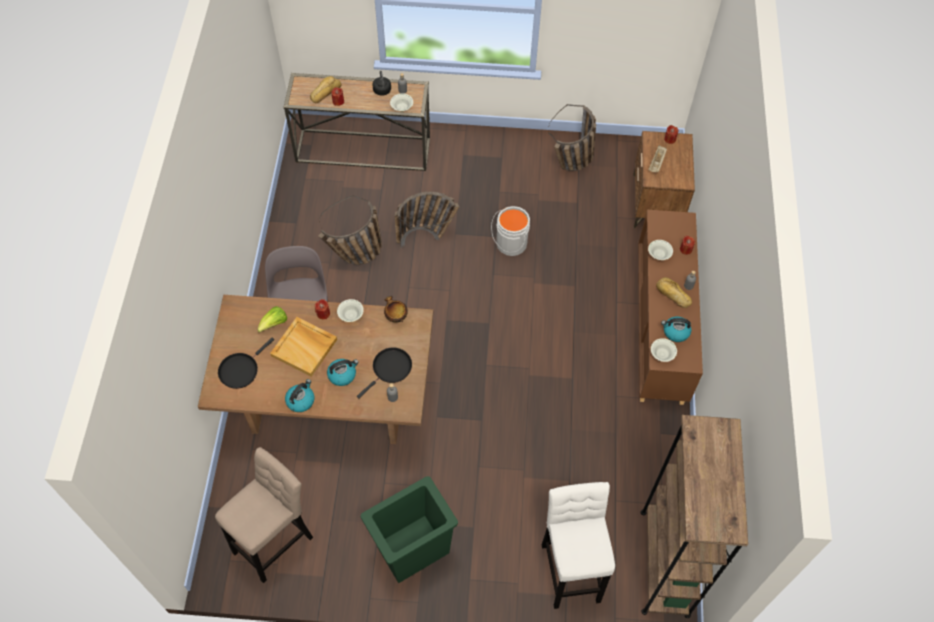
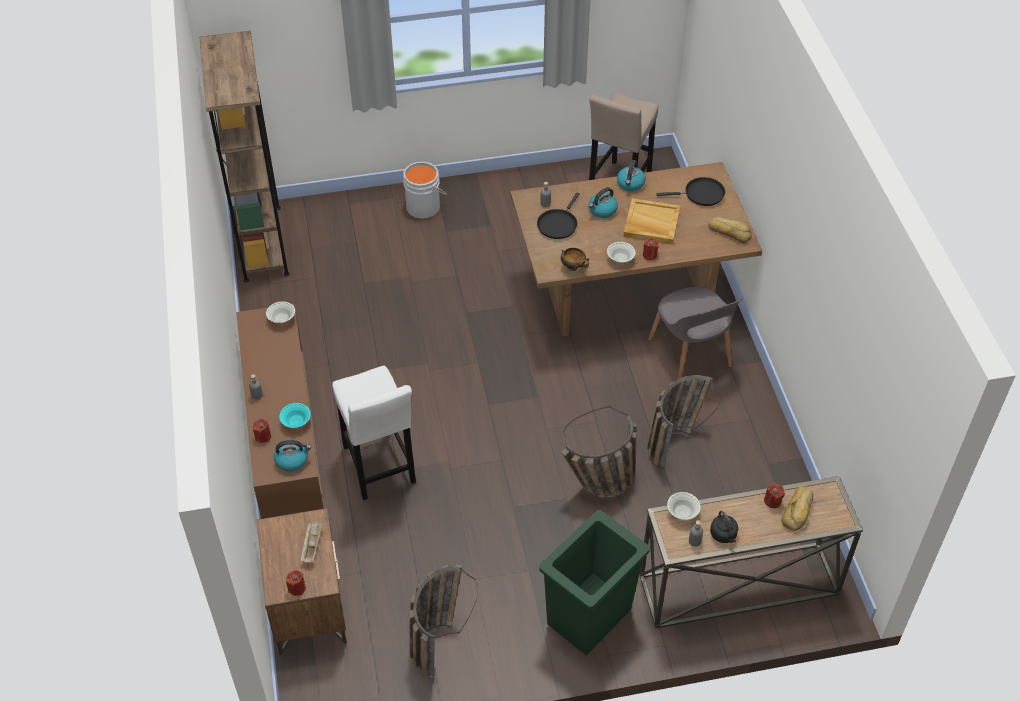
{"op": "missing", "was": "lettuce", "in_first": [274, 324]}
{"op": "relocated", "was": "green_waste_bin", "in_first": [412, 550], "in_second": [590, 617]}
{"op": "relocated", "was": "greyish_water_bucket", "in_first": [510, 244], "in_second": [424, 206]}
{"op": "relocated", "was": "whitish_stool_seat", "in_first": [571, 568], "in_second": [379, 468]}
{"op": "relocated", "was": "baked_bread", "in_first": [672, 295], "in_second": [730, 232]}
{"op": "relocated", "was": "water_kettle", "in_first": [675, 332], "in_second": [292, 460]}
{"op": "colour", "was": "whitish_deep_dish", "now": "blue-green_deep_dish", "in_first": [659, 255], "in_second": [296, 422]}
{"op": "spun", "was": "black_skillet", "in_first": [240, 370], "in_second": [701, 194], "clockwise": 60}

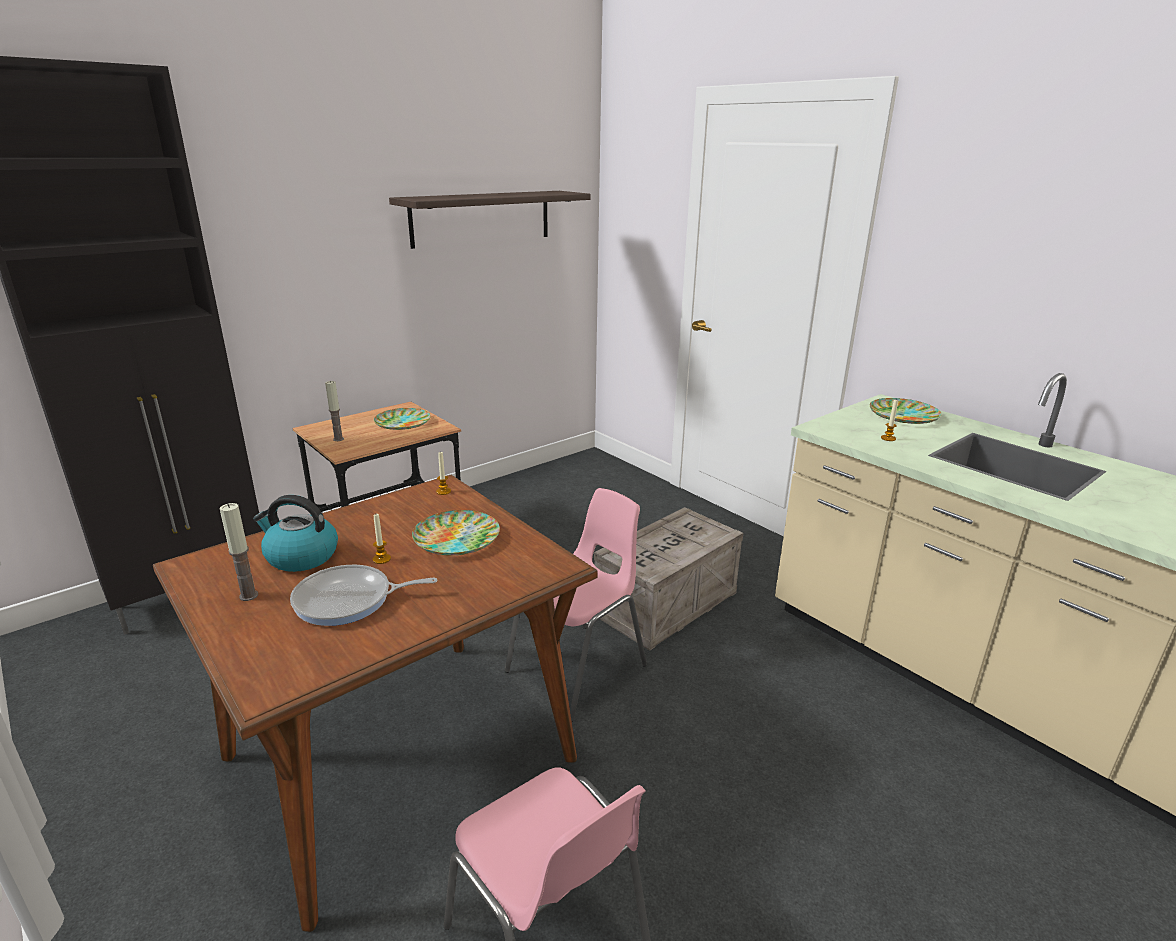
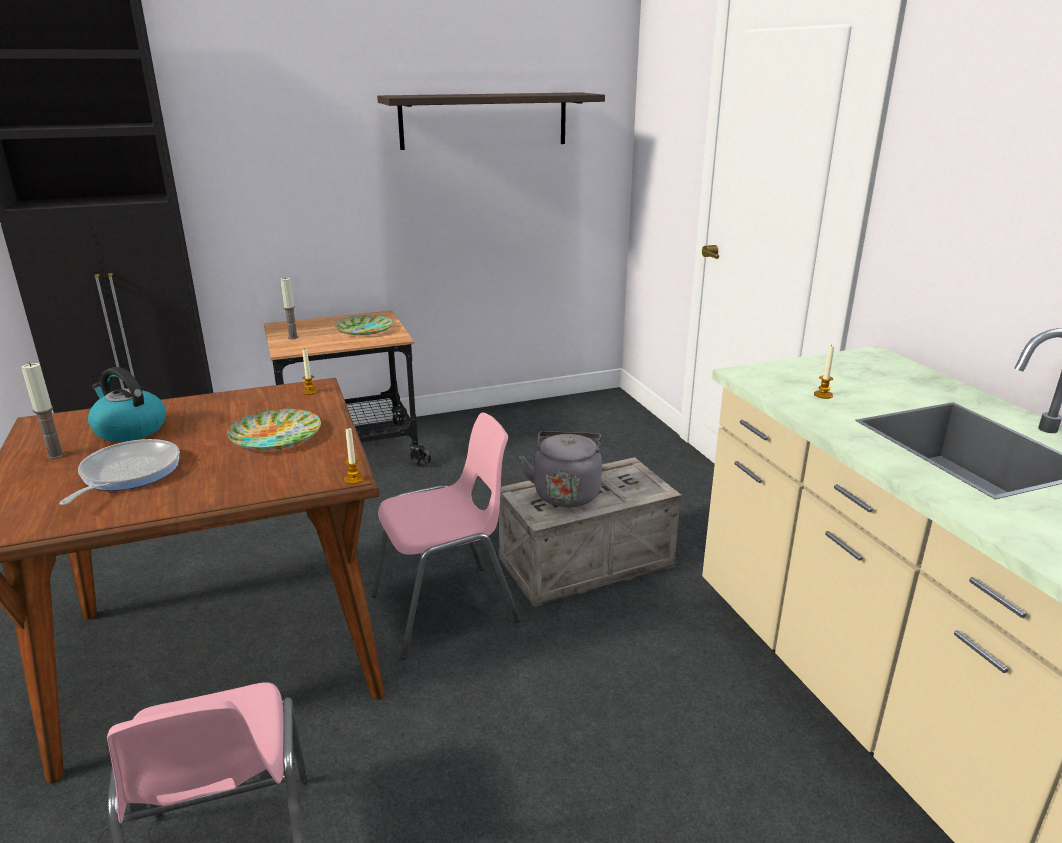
{"op": "missing", "was": "plate", "in_first": [903, 415]}
{"op": "appeared", "now": "greyish_water_kettle", "in_second": [566, 492]}
{"op": "relocated", "was": "wax_candle", "in_first": [381, 559], "in_second": [354, 479]}
{"op": "spun", "was": "skillet", "in_first": [349, 600], "in_second": [127, 474], "clockwise": 90}

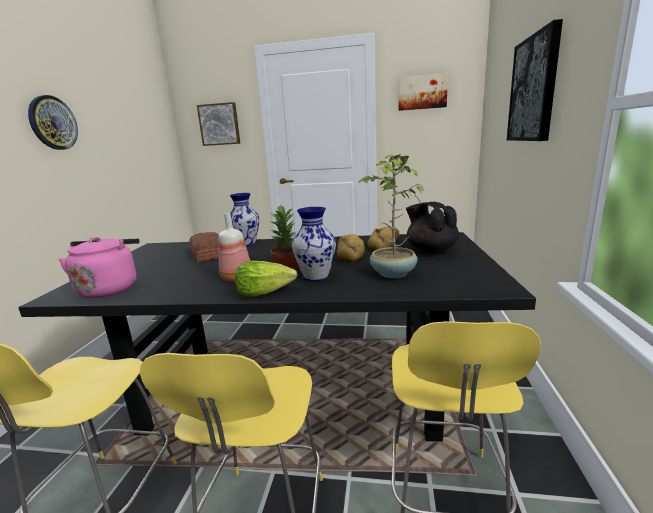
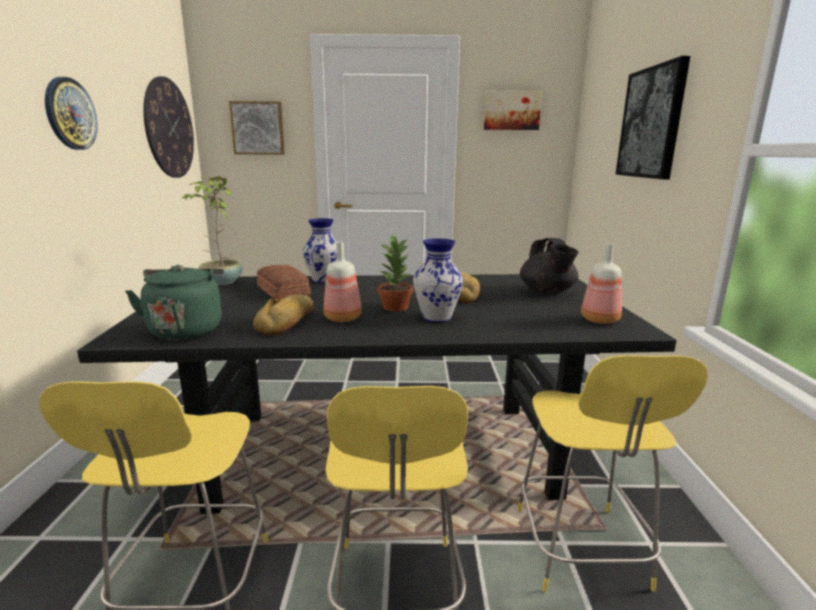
{"op": "missing", "was": "lettuce", "in_first": [265, 292]}
{"op": "appeared", "now": "wall_clock", "in_second": [169, 128]}
{"op": "appeared", "now": "bottle", "in_second": [600, 320]}
{"op": "relocated", "was": "houseplant", "in_first": [392, 274], "in_second": [221, 282]}
{"op": "relocated", "was": "baked_bread", "in_first": [386, 244], "in_second": [288, 321]}
{"op": "colour", "was": "pinkish_water_kettle", "now": "green_water_kettle", "in_first": [109, 288], "in_second": [186, 329]}
{"op": "spun", "was": "black_pot_for_tea", "in_first": [431, 250], "in_second": [547, 292], "clockwise": -150}

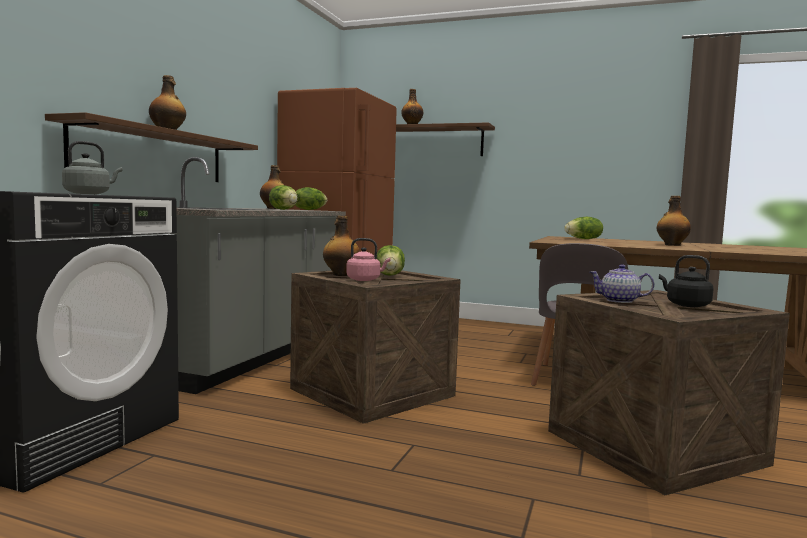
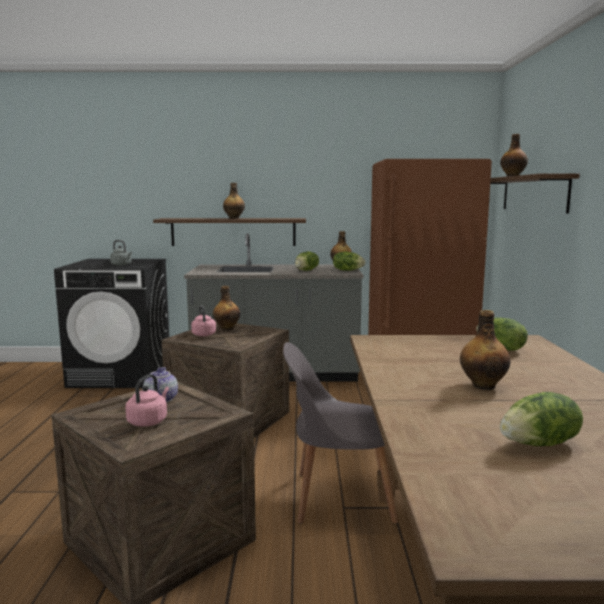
{"op": "relocated", "was": "lettuce", "in_first": [390, 275], "in_second": [540, 444]}
{"op": "colour", "was": "black_water_kettle", "now": "pinkish_water_kettle", "in_first": [685, 305], "in_second": [149, 421]}

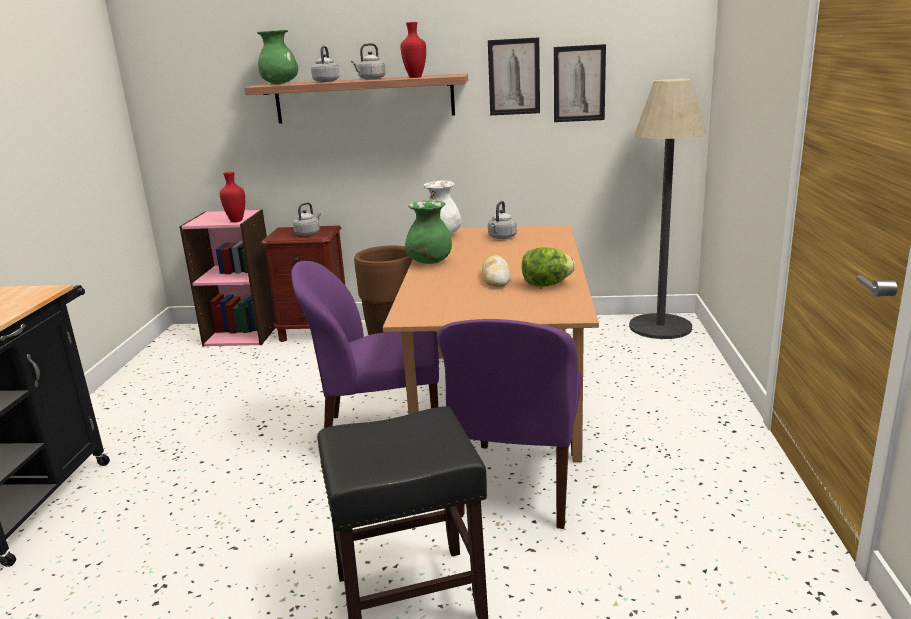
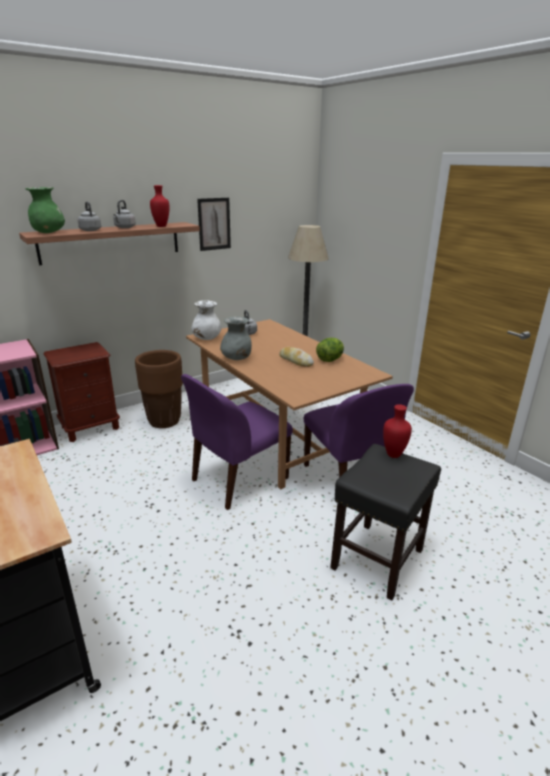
{"op": "missing", "was": "greyish_water_kettle", "in_first": [308, 233]}
{"op": "missing", "was": "wall_art", "in_first": [579, 83]}
{"op": "relocated", "was": "red-coloured_flower_vase", "in_first": [237, 221], "in_second": [393, 454]}
{"op": "colour", "was": "green_flower_vase", "now": "greyish_flower_vase", "in_first": [429, 262], "in_second": [236, 358]}

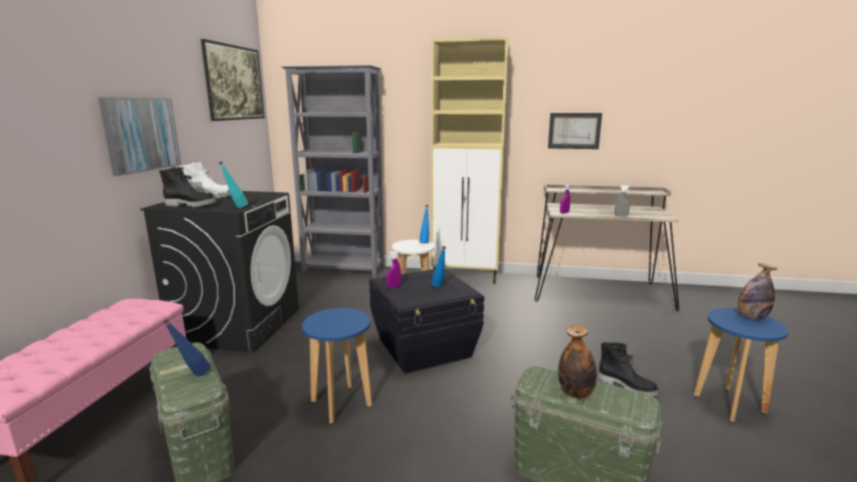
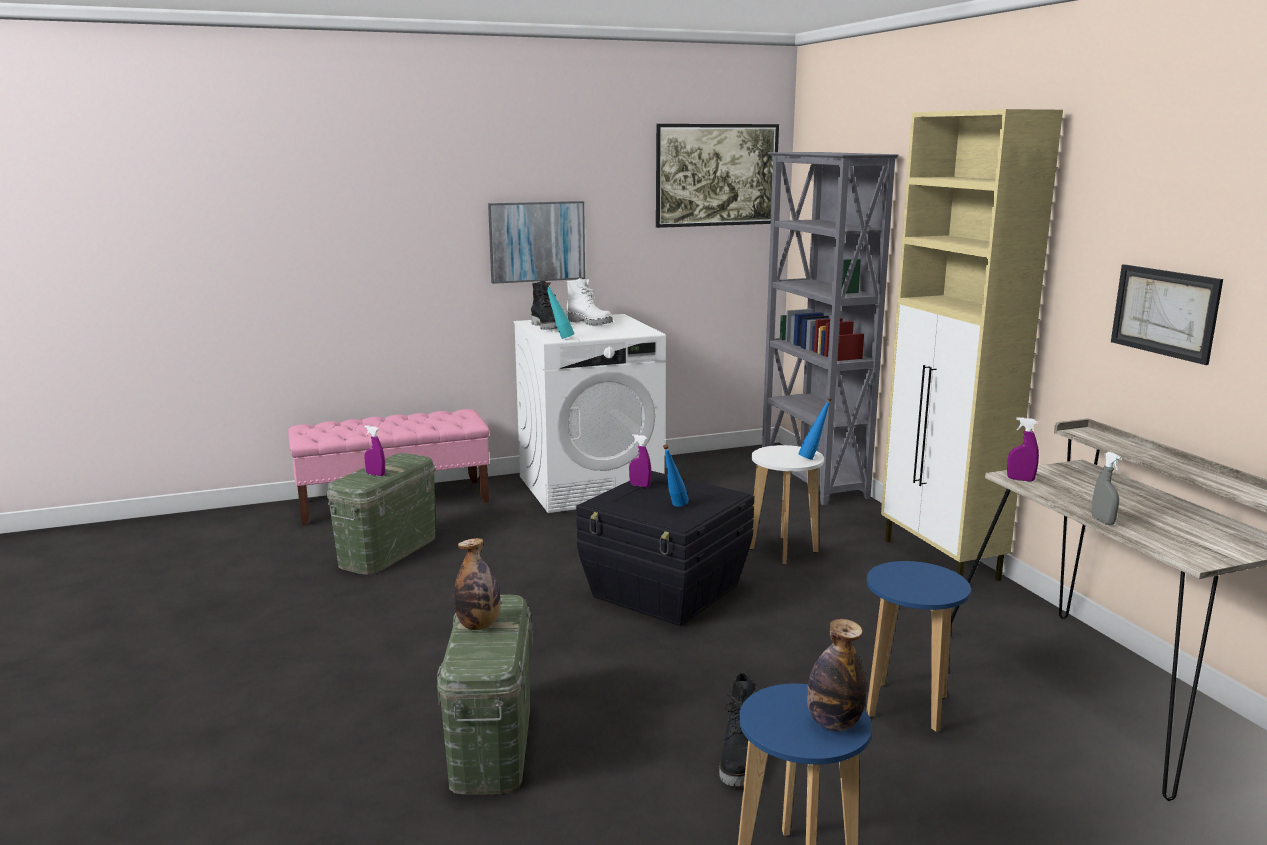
{"op": "relocated", "was": "blue-coloured_stool_seat", "in_first": [341, 404], "in_second": [906, 706]}
{"op": "exchanged", "was": "blue-coloured_bottle", "now": "purple-coloured_sprayer", "in_first": [192, 376], "in_second": [375, 474]}
{"op": "colour", "was": "black_laundry_machine", "now": "whitish_laundry_machine", "in_first": [238, 325], "in_second": [590, 486]}

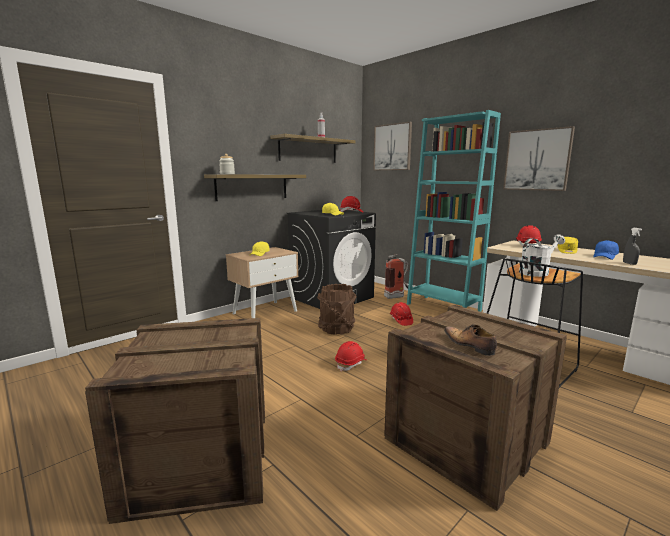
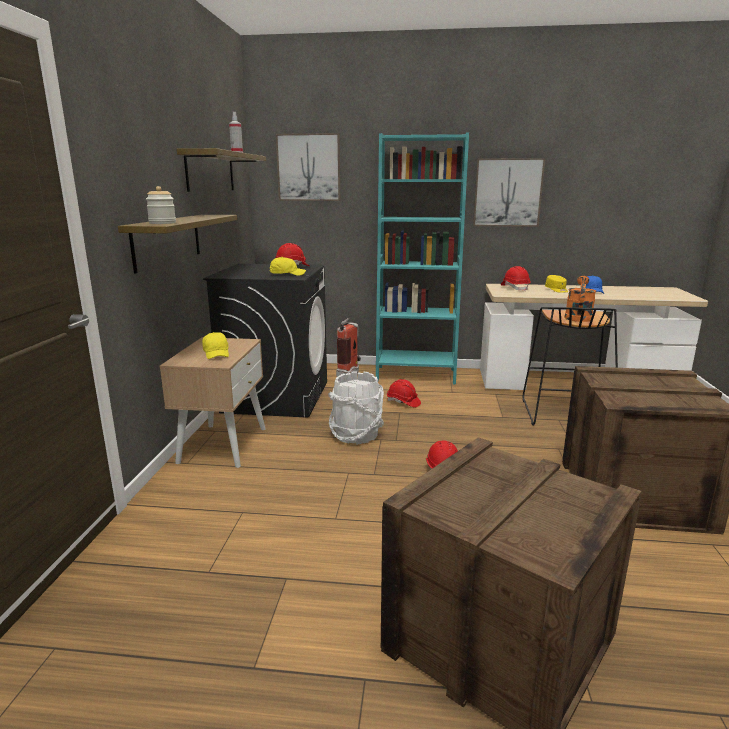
{"op": "missing", "was": "low_shoe", "in_first": [469, 345]}
{"op": "missing", "was": "greyish_sprayer", "in_first": [629, 263]}
{"op": "colour", "was": "brown-coloured_water_bucket", "now": "whitish_water_bucket", "in_first": [336, 329], "in_second": [356, 435]}
{"op": "colour", "was": "whitish_sprinkling_can", "now": "orangey_sprinkling_can", "in_first": [537, 272], "in_second": [578, 317]}

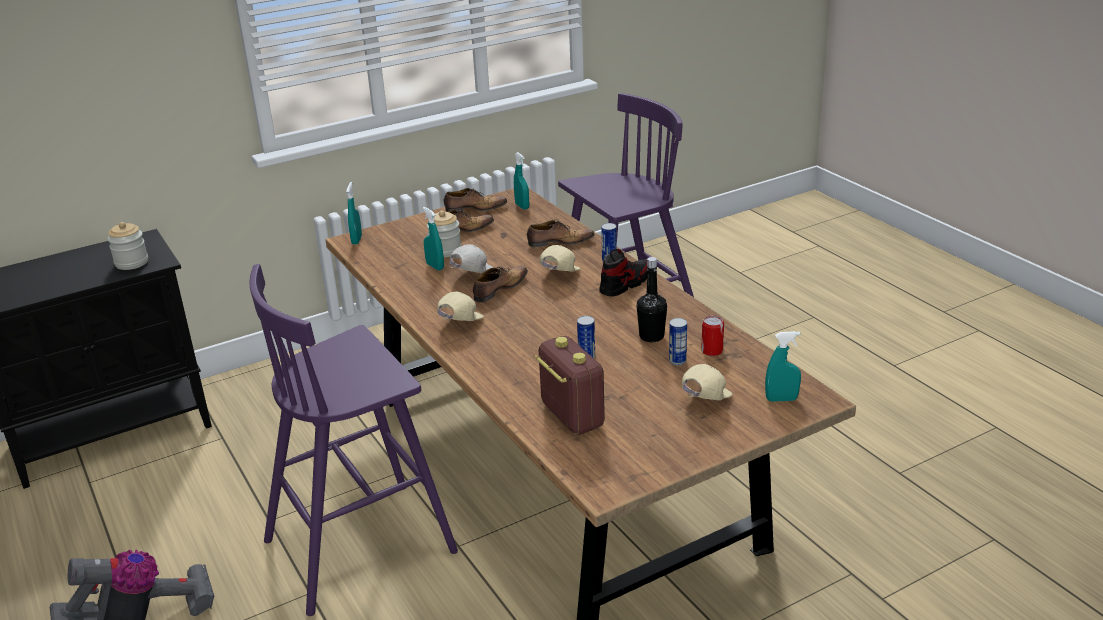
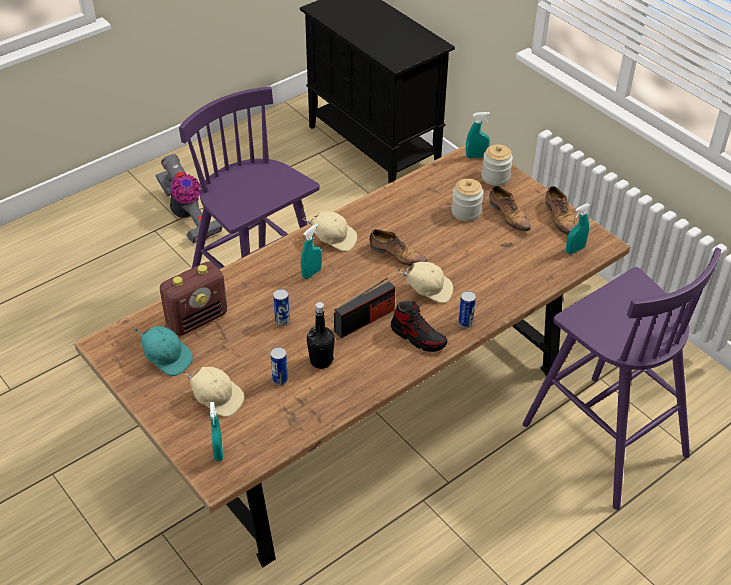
{"op": "missing", "was": "whitish_peaked_cap", "in_first": [471, 275]}
{"op": "missing", "was": "low_shoe", "in_first": [559, 242]}
{"op": "missing", "was": "can", "in_first": [712, 351]}
{"op": "appeared", "now": "blue-green_peaked_cap", "in_second": [166, 358]}
{"op": "appeared", "now": "radio_set", "in_second": [364, 320]}
{"op": "relocated", "was": "preserve_jar", "in_first": [131, 263], "in_second": [495, 177]}
{"op": "relocated", "was": "blue-green_sprayer", "in_first": [435, 266], "in_second": [311, 273]}

